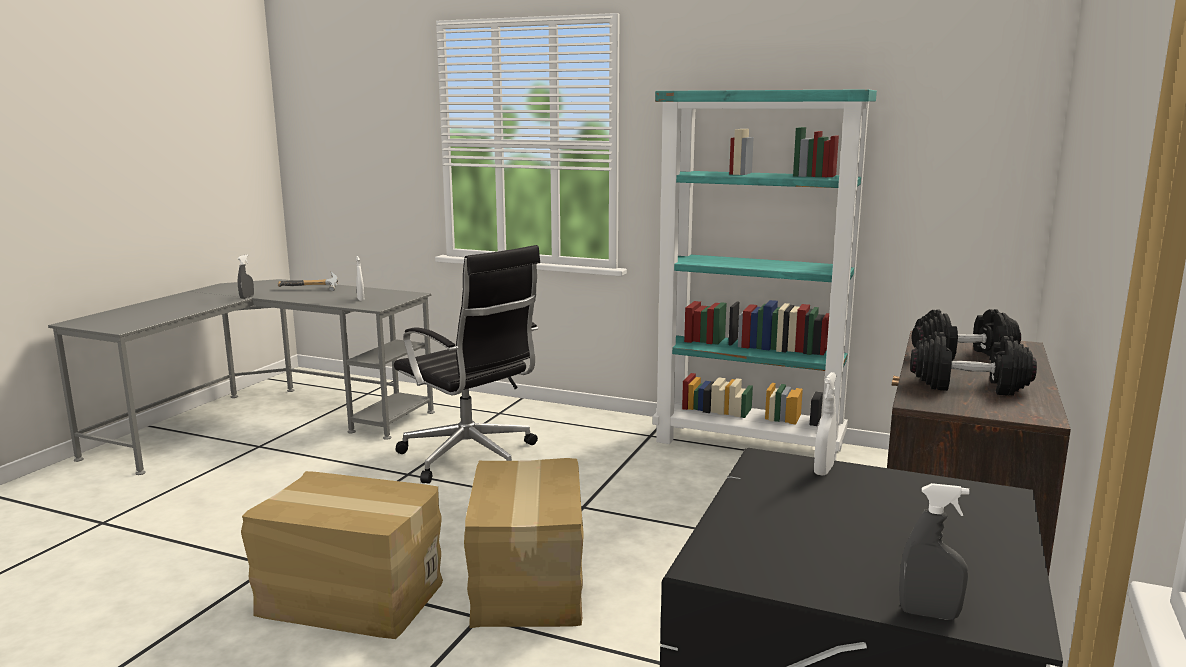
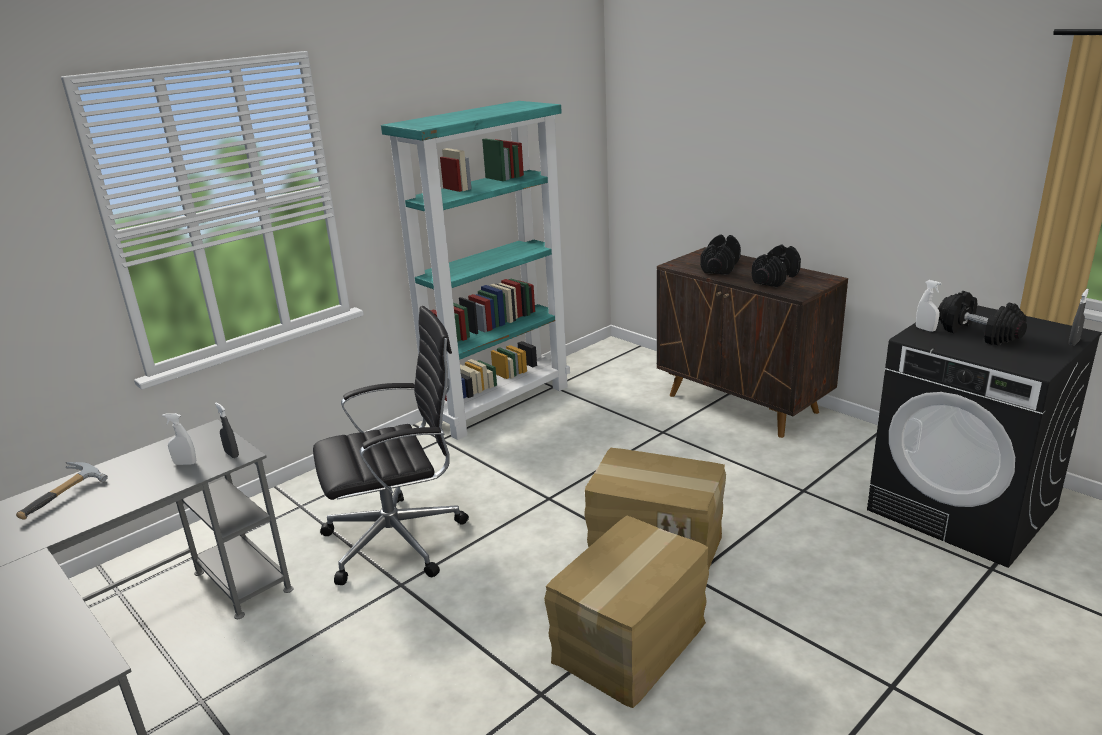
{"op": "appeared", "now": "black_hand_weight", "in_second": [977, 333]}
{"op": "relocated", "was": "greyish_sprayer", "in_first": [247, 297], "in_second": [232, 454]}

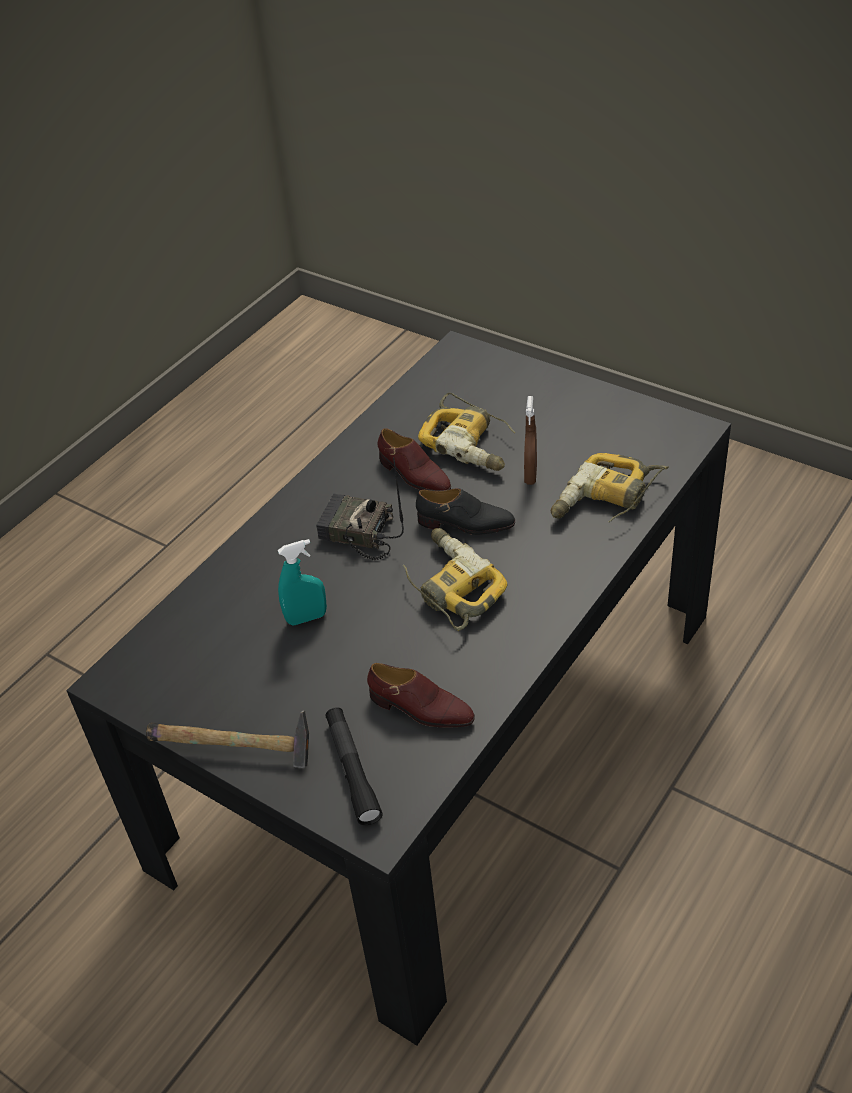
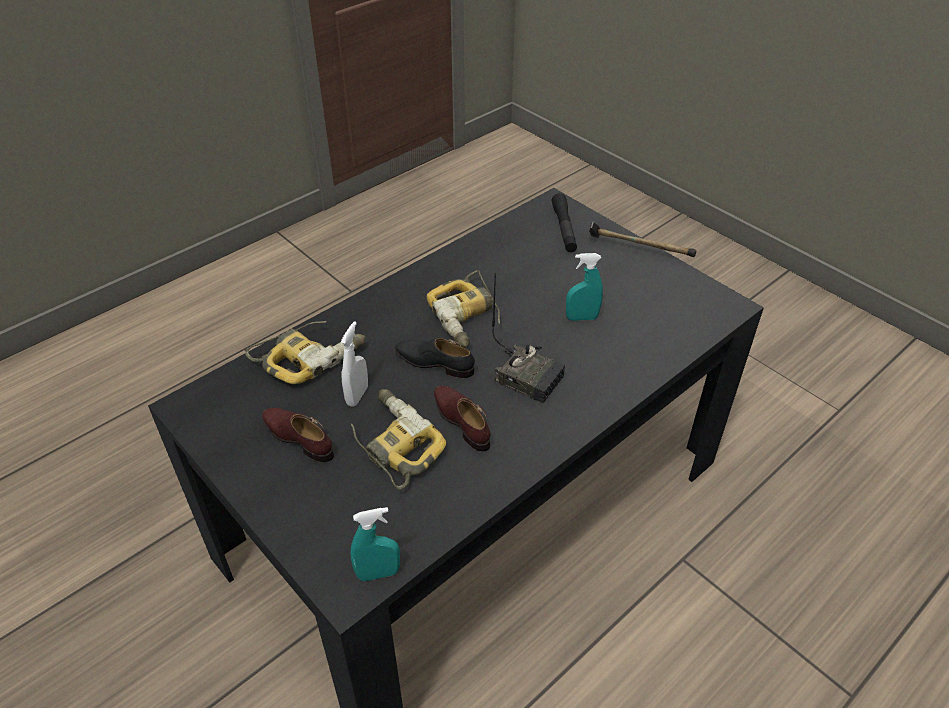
{"op": "appeared", "now": "blue-green_sprayer", "in_second": [378, 573]}
{"op": "relocated", "was": "brown-coloured_low_shoe", "in_first": [421, 709], "in_second": [298, 438]}
{"op": "colour", "was": "brown-coloured_sprayer", "now": "whitish_sprayer", "in_first": [530, 474], "in_second": [357, 395]}

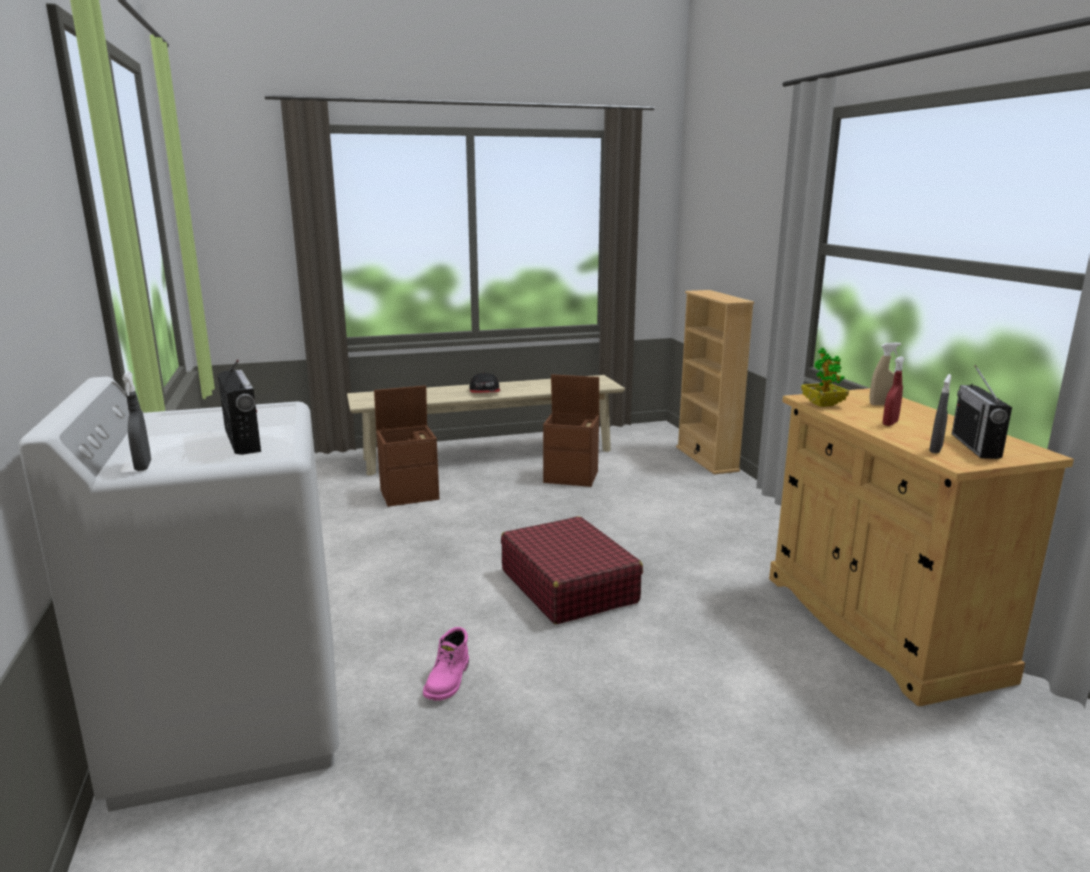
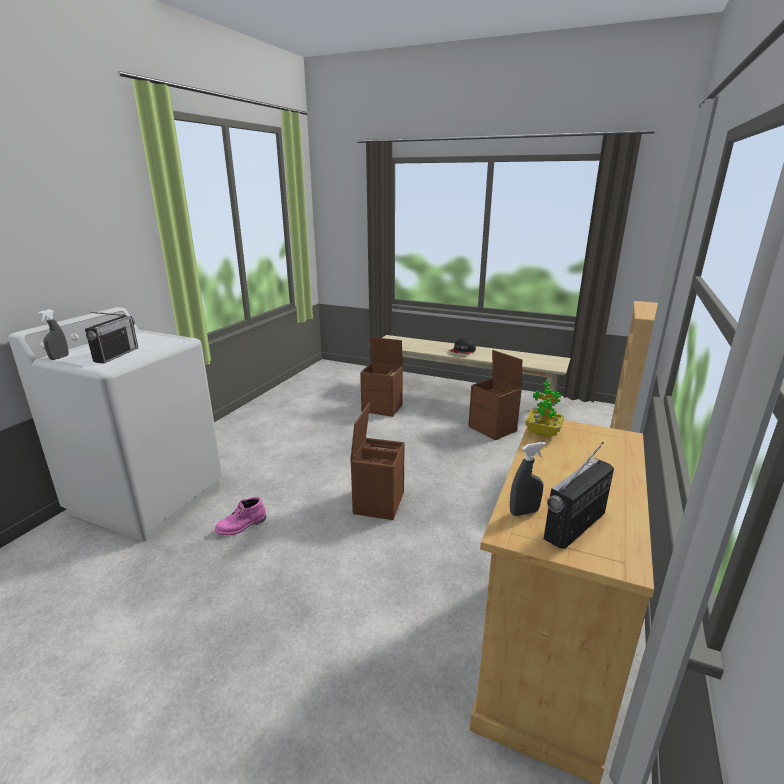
{"op": "missing", "was": "sand-coloured_sprayer", "in_first": [881, 404]}
{"op": "missing", "was": "red-coloured_sprayer", "in_first": [890, 423]}
{"op": "exchanged", "was": "red-coloured_piece_of_luggage", "now": "brown-coloured_storage_box", "in_first": [568, 586], "in_second": [378, 502]}

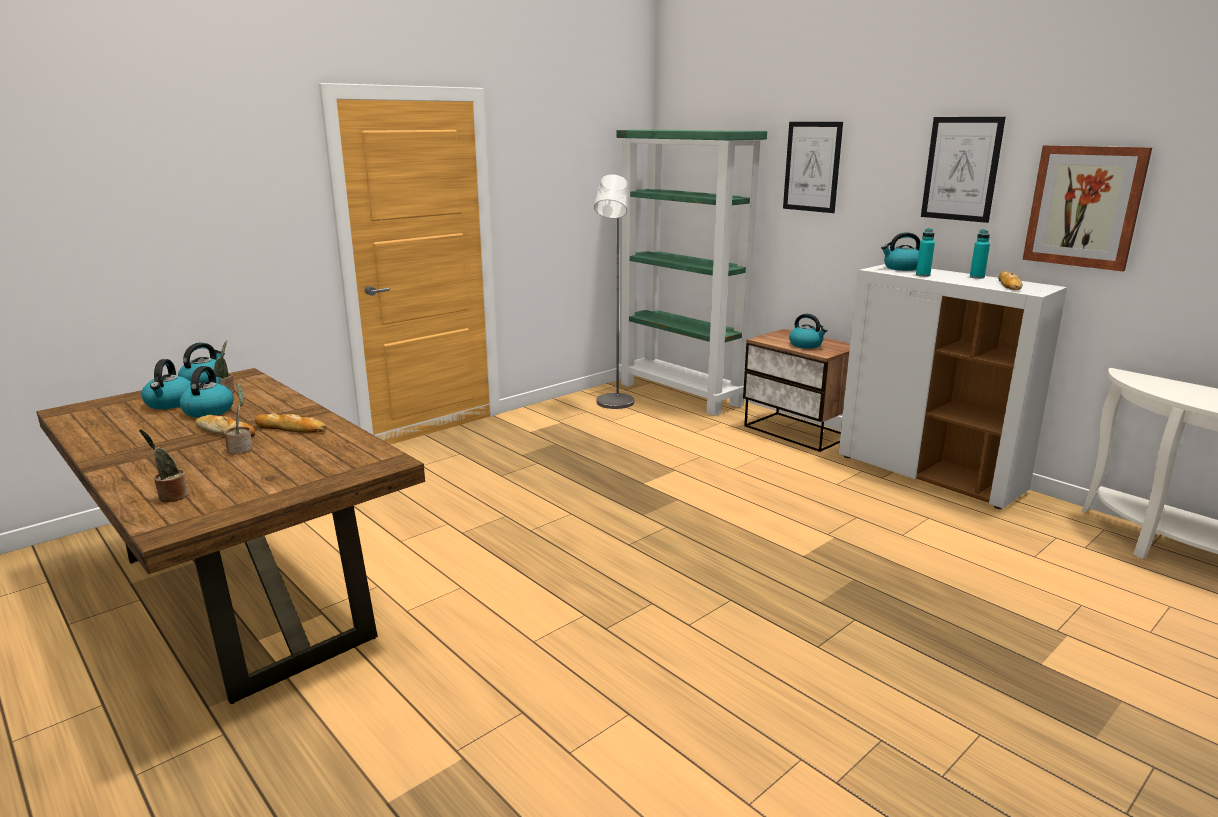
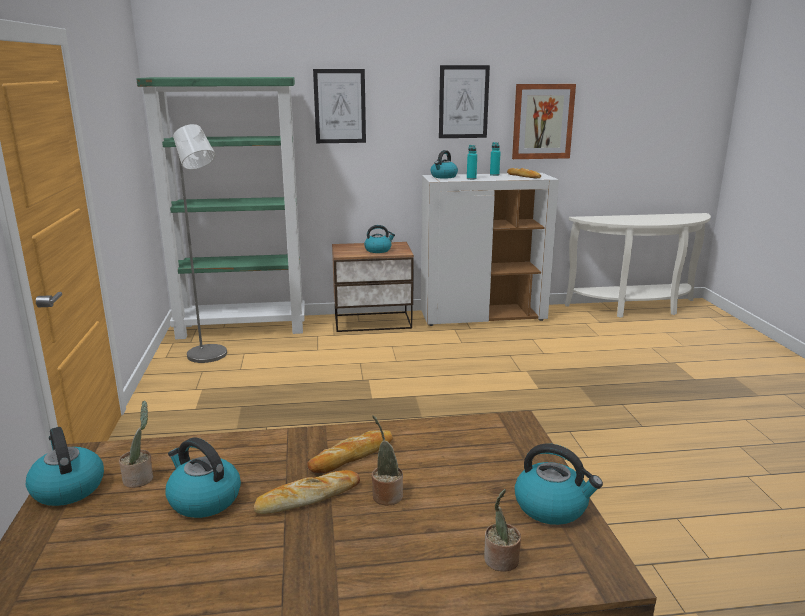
{"op": "relocated", "was": "water_kettle", "in_first": [170, 403], "in_second": [552, 507]}

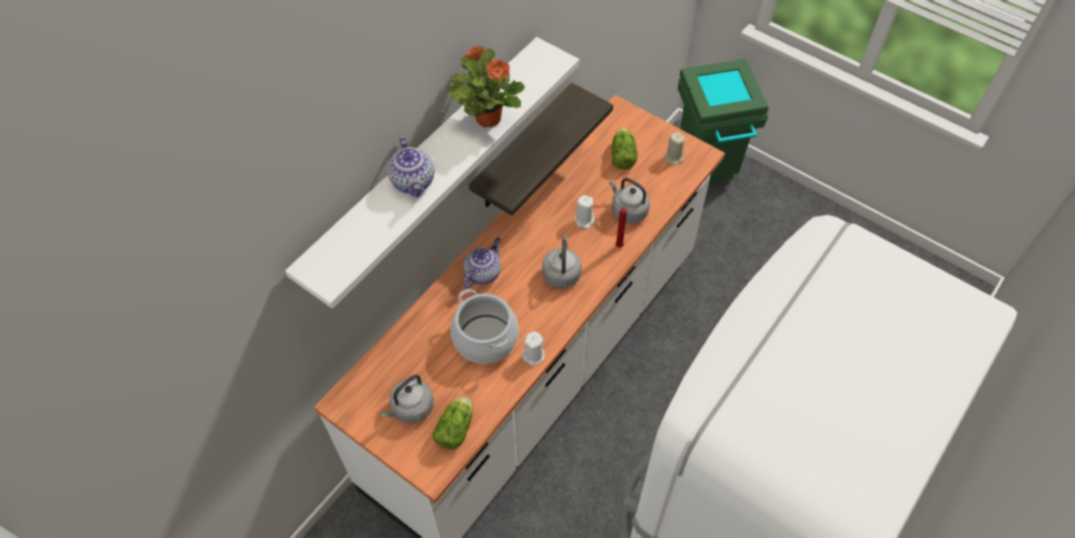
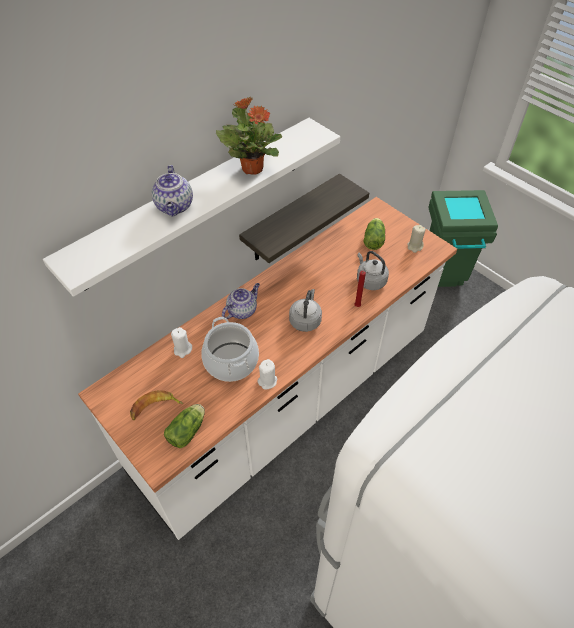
{"op": "relocated", "was": "whitish_wax_candle", "in_first": [584, 220], "in_second": [182, 349]}
{"op": "exchanged", "was": "greyish_water_kettle", "now": "banana", "in_first": [411, 408], "in_second": [155, 408]}

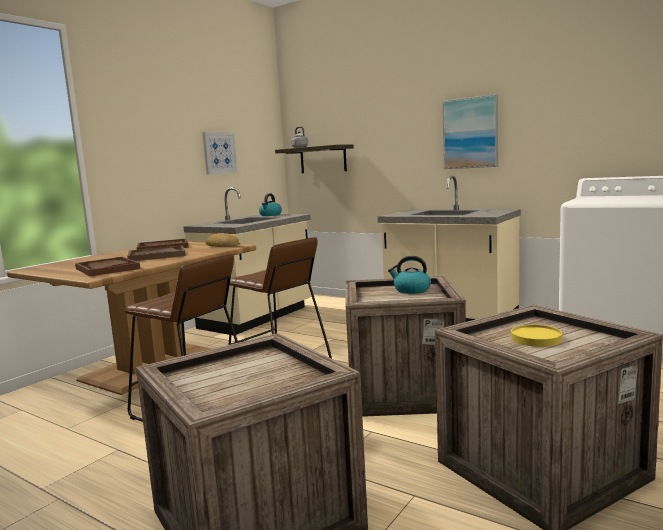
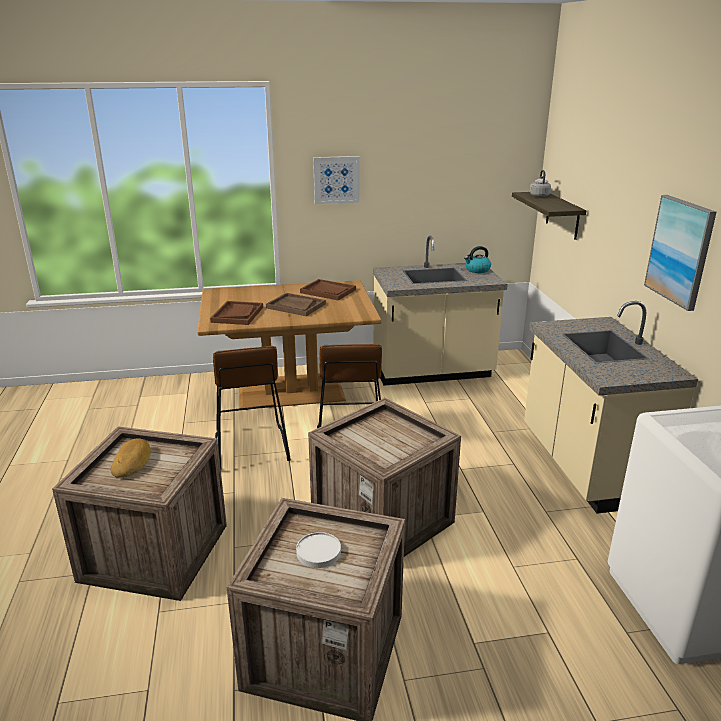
{"op": "missing", "was": "water_kettle", "in_first": [411, 290]}
{"op": "relocated", "was": "wall_art", "in_first": [219, 153], "in_second": [336, 179]}
{"op": "relocated", "was": "baked_bread", "in_first": [223, 245], "in_second": [132, 462]}
{"op": "colour", "was": "yellow-coloured_plate", "now": "whitish_plate", "in_first": [536, 339], "in_second": [318, 552]}

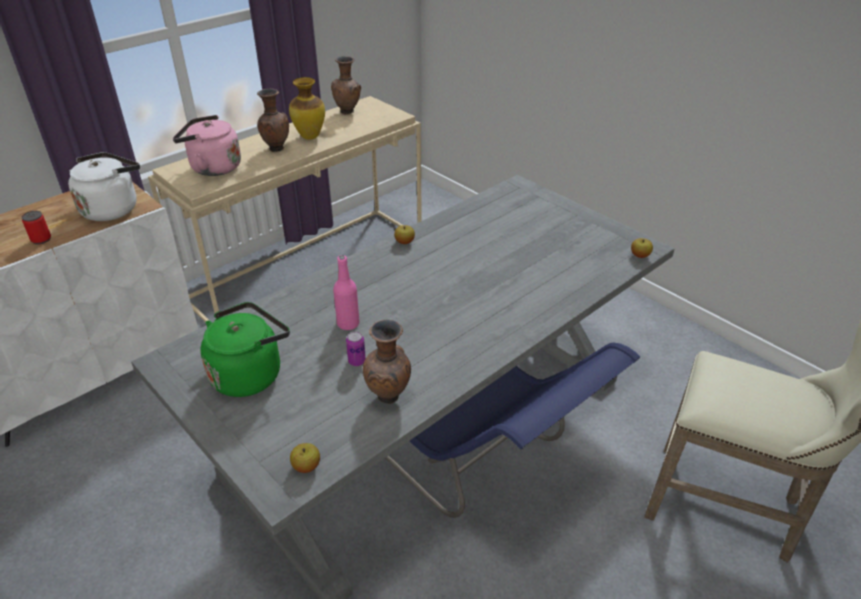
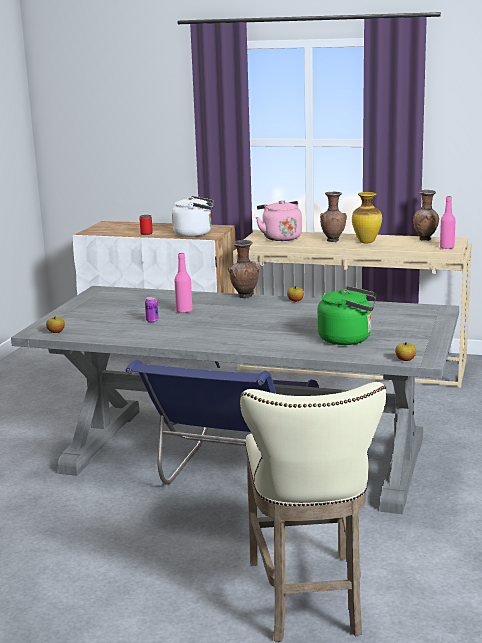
{"op": "appeared", "now": "pinkish_bottle", "in_second": [447, 247]}
{"op": "relocated", "was": "green_water_kettle", "in_first": [249, 374], "in_second": [348, 339]}
{"op": "relocated", "was": "brown-coloured_flower_vase", "in_first": [389, 397], "in_second": [244, 296]}

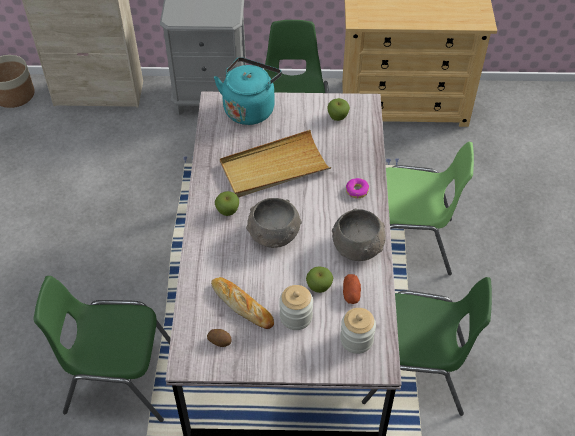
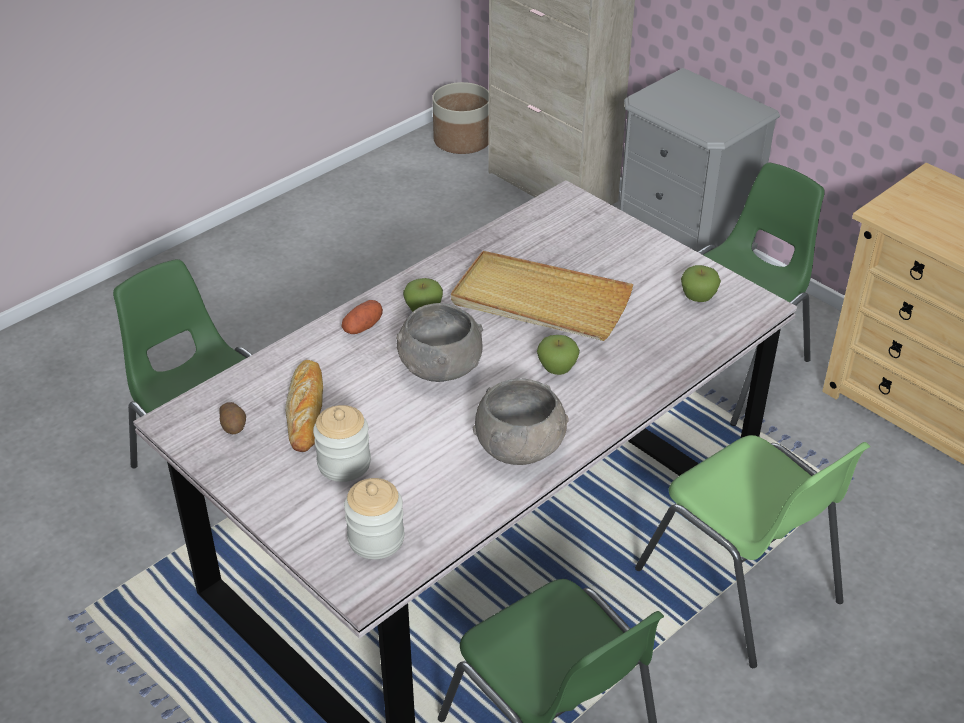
{"op": "missing", "was": "blue-green_water_kettle", "in_first": [250, 108]}
{"op": "missing", "was": "doughnut", "in_first": [357, 191]}
{"op": "relocated", "was": "apple", "in_first": [319, 287], "in_second": [557, 369]}
{"op": "relocated", "was": "spud", "in_first": [351, 293], "in_second": [363, 327]}

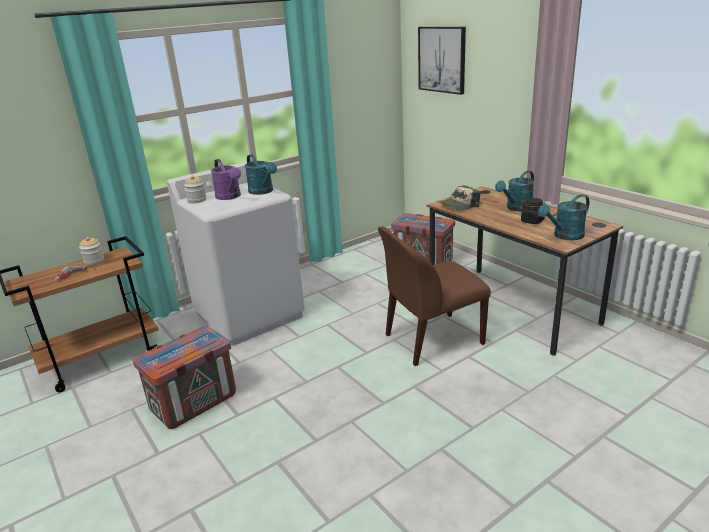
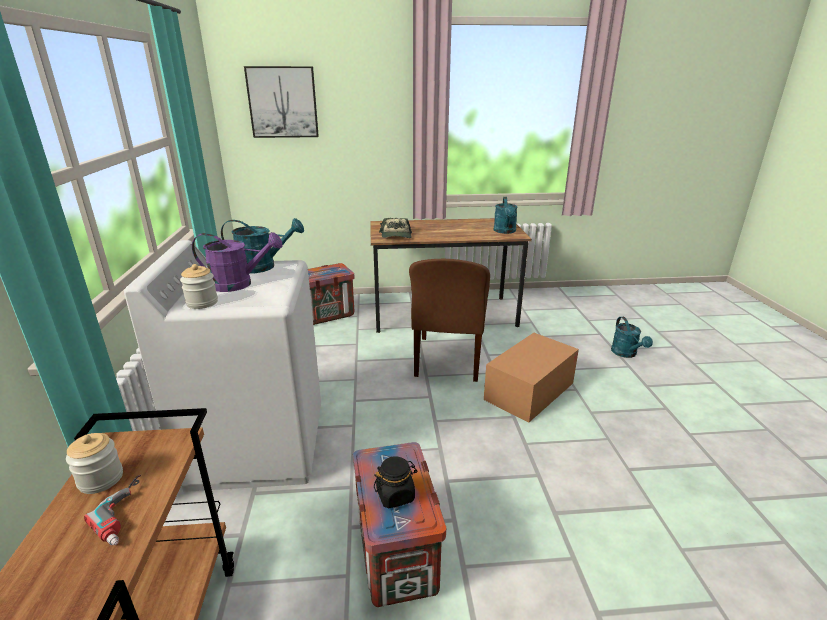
{"op": "appeared", "now": "packing_box", "in_second": [529, 391]}
{"op": "relocated", "was": "blue-green_sprinkling_can", "in_first": [516, 208], "in_second": [626, 354]}
{"op": "relocated", "was": "black_preserve_jar", "in_first": [532, 221], "in_second": [395, 495]}

